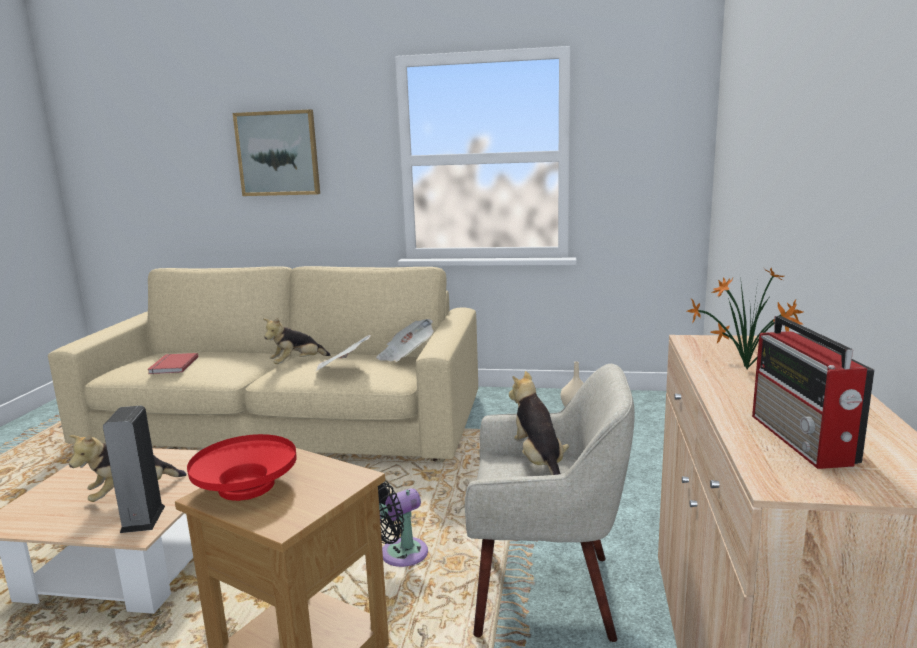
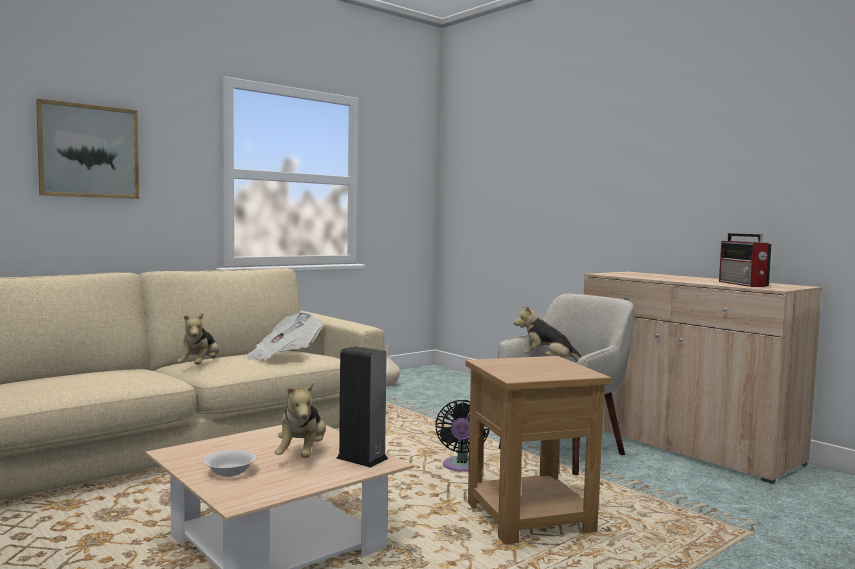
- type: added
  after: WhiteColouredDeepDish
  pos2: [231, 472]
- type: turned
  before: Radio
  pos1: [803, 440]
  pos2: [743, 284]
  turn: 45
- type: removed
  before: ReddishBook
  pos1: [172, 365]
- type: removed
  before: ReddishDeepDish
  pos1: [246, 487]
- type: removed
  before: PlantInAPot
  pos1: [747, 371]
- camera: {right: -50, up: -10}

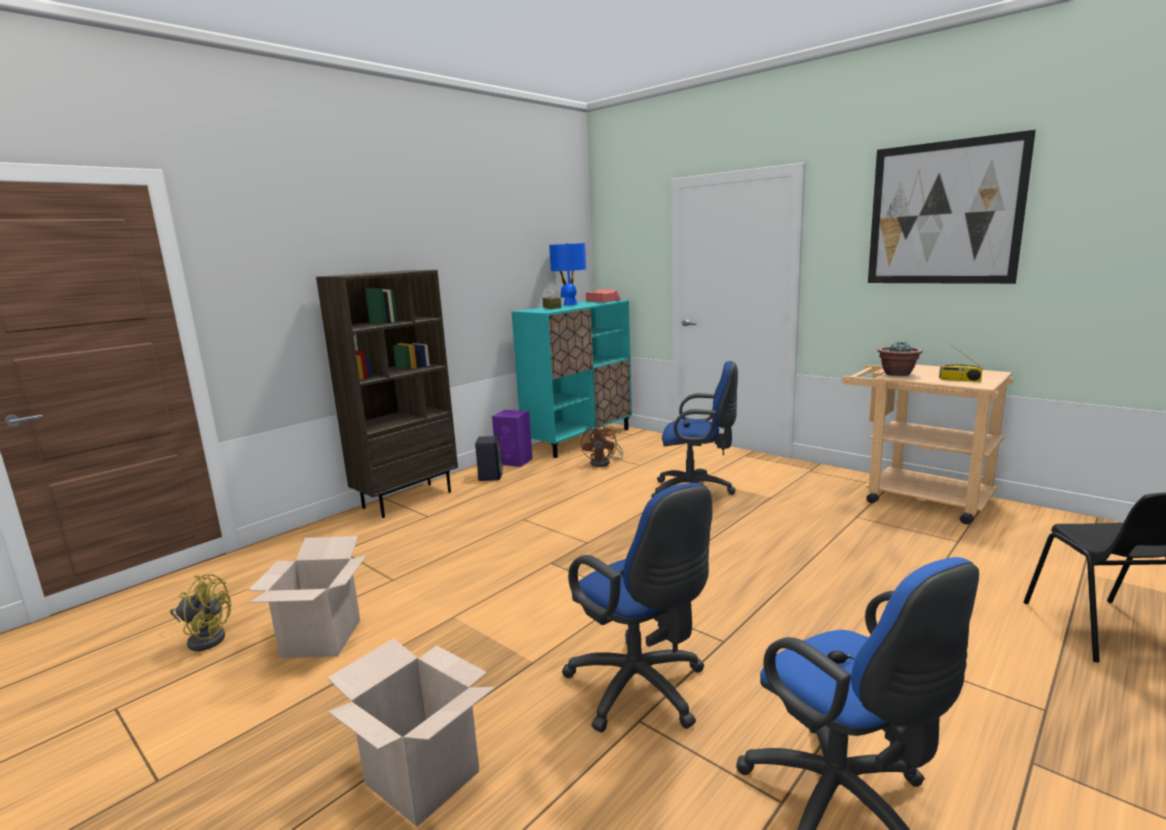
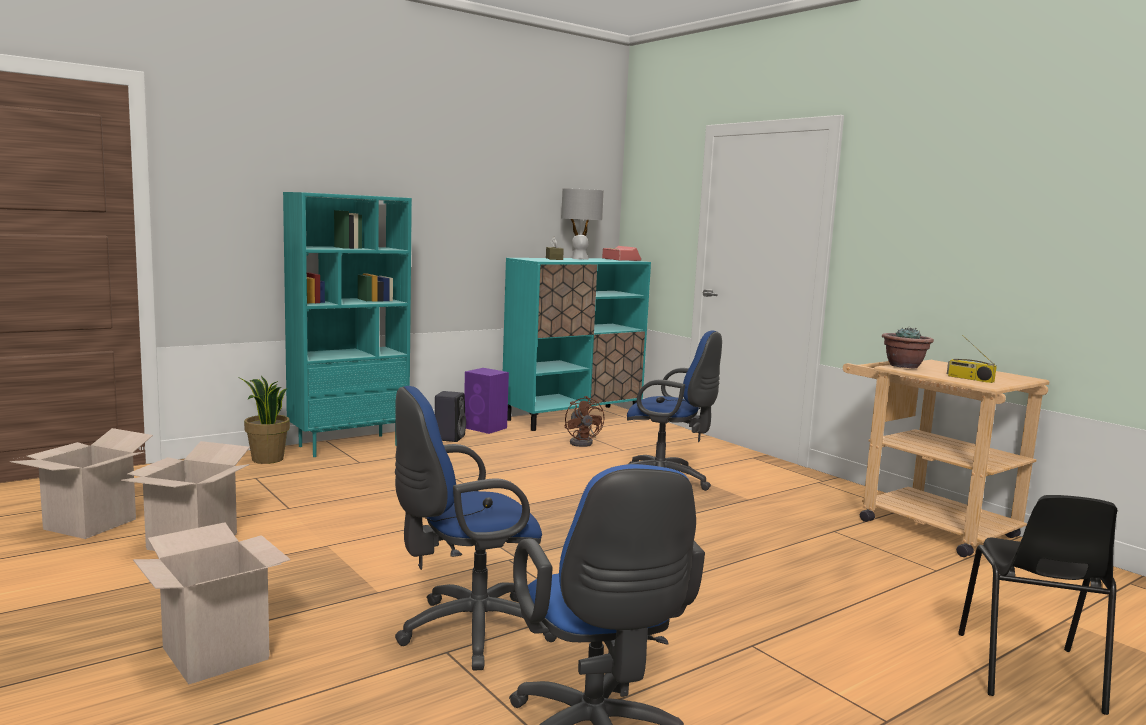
- type: replaced
  before: YellowishCoolingFan
  after: CardboardBox
  pos1: [205, 638]
  pos2: [90, 524]
- type: added
  after: PlantInAPot
  pos2: [267, 459]
- type: recoloured
  before: BrownBookshelf
  after: TurquoiseColouredBookshelf
  pos1: [407, 499]
  pos2: [349, 445]
- type: turned
  before: BlueColouredDeskChair
  pos1: [642, 691]
  pos2: [467, 631]
  turn: 90
- type: recoloured
  before: BlueColouredTabletopLamp
  after: GreyTabletopLamp
  pos1: [570, 304]
  pos2: [579, 258]
- type: turned
  before: BrownCoolingFan
  pos1: [604, 463]
  pos2: [583, 442]
  turn: -45
- type: removed
  before: WallArt
  pos1: [943, 213]
- camera: {right: 10, up: -5}

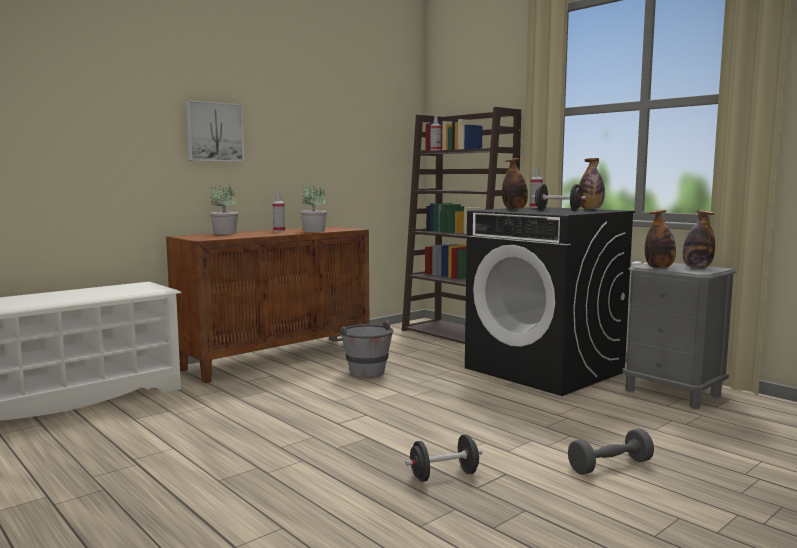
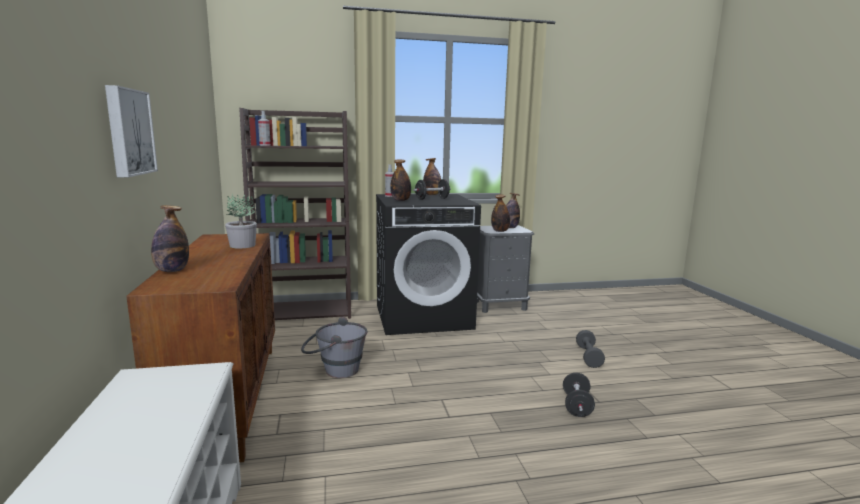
- type: replaced
  before: PlantInAPot
  after: BeverageBottle
  pos1: [225, 233]
  pos2: [172, 271]
- type: removed
  before: HandSprayer
  pos1: [279, 231]
- camera: {right: -60, up: 5}

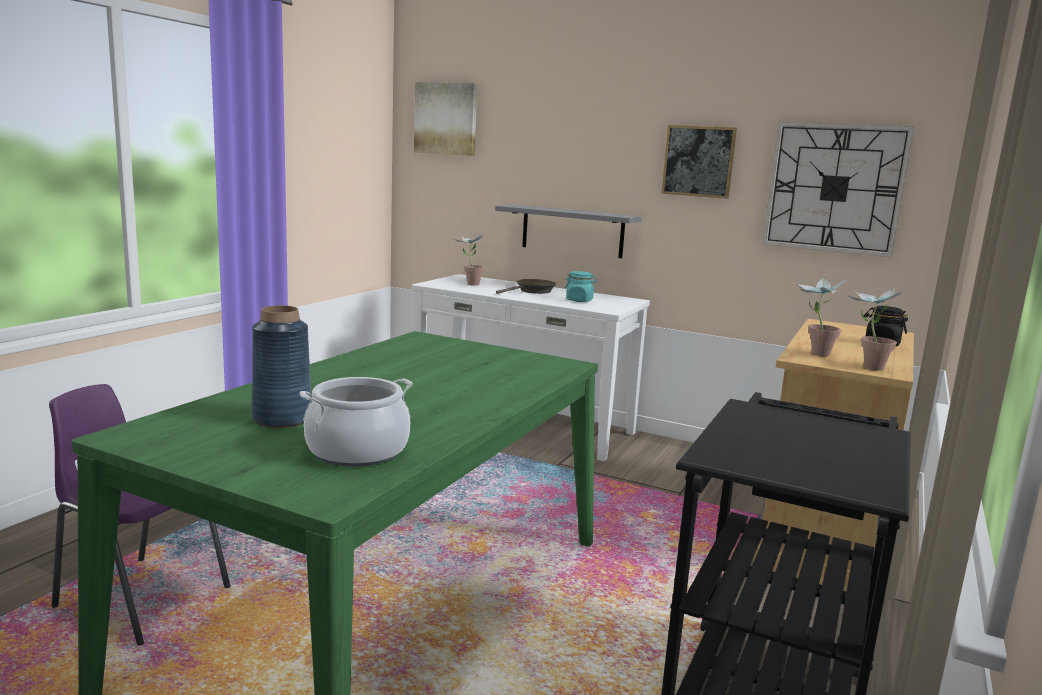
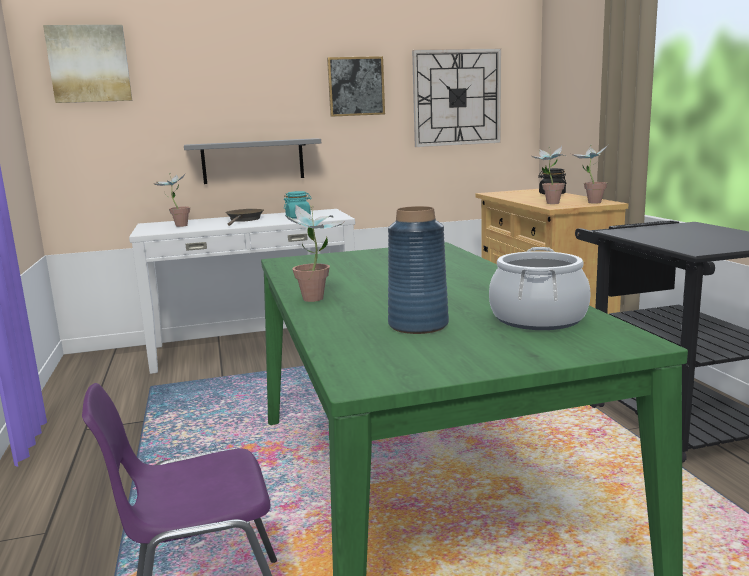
- type: added
  after: PlantInAPot
  pos2: [317, 300]
- camera: {right: -40, up: 0}

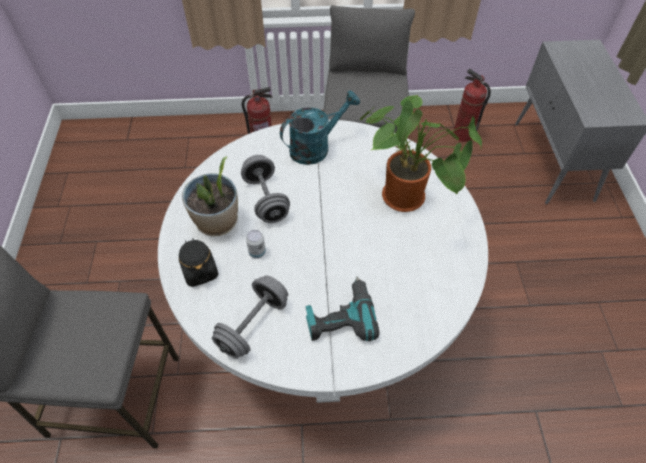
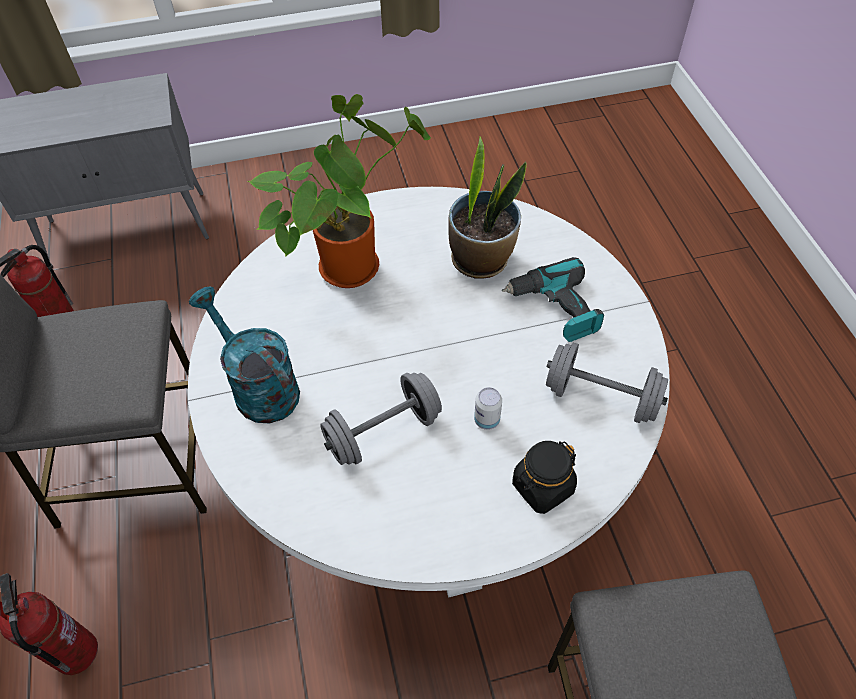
- type: moved
  before: PlantInAPot
  pos1: [217, 222]
  pos2: [481, 259]
- camera: {right: -100, up: 0}

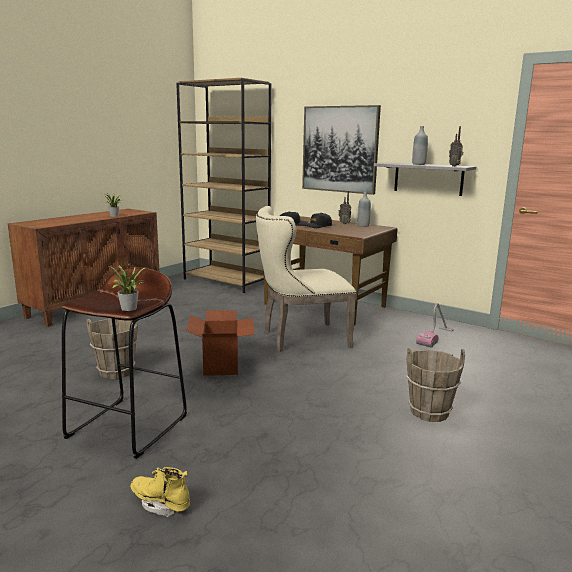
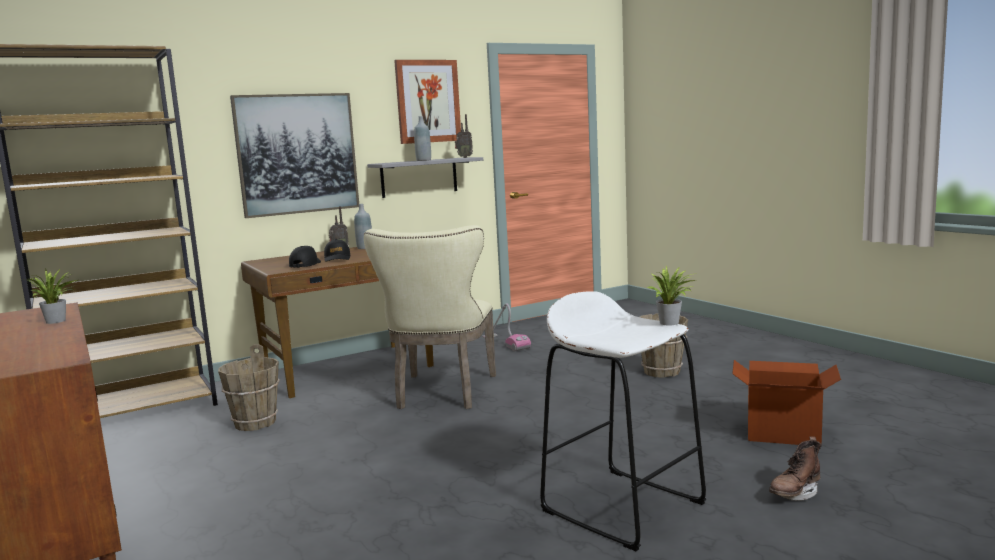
- type: moved
  before: BrownPail
  pos1: [116, 371]
  pos2: [254, 423]
- type: added
  after: WallArt
  pos2: [428, 101]
- type: recoloured
  before: BrownStoolSeat
  after: WhiteColouredStoolSeat
  pos1: [128, 426]
  pos2: [622, 506]
- type: moved
  before: CardboardBox
  pos1: [222, 365]
  pos2: [783, 433]
- type: recoloured
  before: YellowishBoot
  after: BrownBoot
  pos1: [161, 504]
  pos2: [795, 493]
- camera: {right: -65, up: -5}

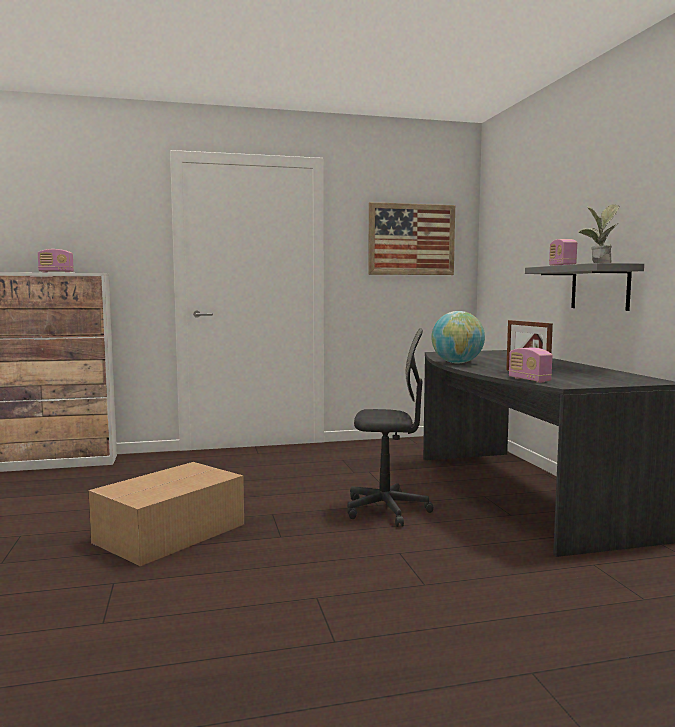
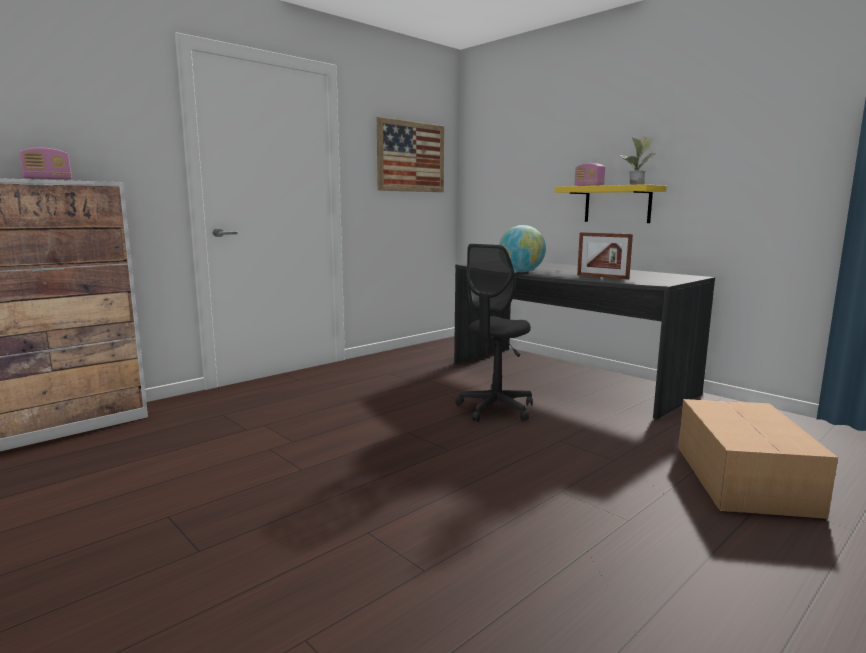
- type: turned
  before: GreyDeskChair
  pos1: [387, 510]
  pos2: [495, 409]
  turn: 150
- type: recoloured
  before: GreyBracketShelf
  after: YellowishBracketShelf
  pos1: [600, 287]
  pos2: [617, 204]
- type: moved
  before: CardboardBox
  pos1: [172, 533]
  pos2: [743, 477]
- type: removed
  before: Radio
  pos1: [529, 380]
- camera: {right: -30, up: 5}

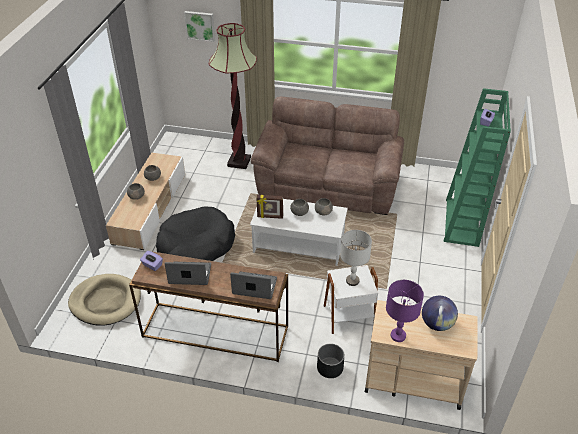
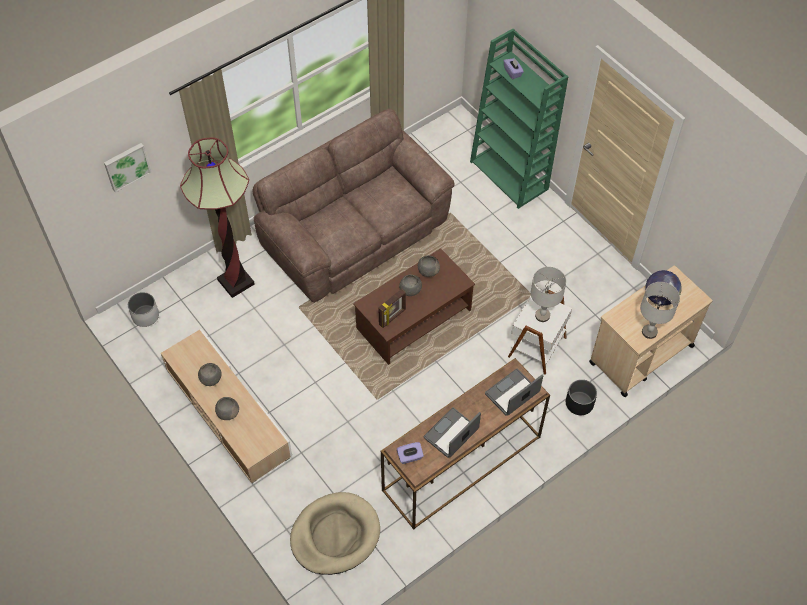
- type: added
  after: WhiteColouredPlantPot
  pos2: [145, 316]
- type: recoloured
  before: WhiteColouredLoungeTable
  after: BrownLoungeTable
  pos1: [299, 244]
  pos2: [414, 319]
- type: recoloured
  before: PurplishTabletopLamp
  after: GreyTabletopLamp
  pos1: [397, 335]
  pos2: [649, 332]
- type: removed
  before: BlackishDogBed
  pos1: [196, 245]
- camera: {right: -50, up: 15}

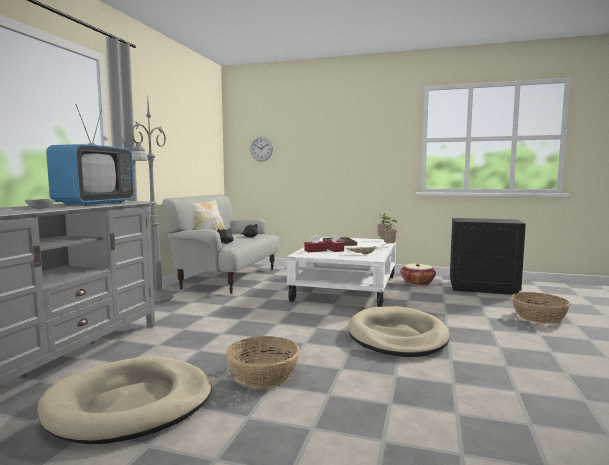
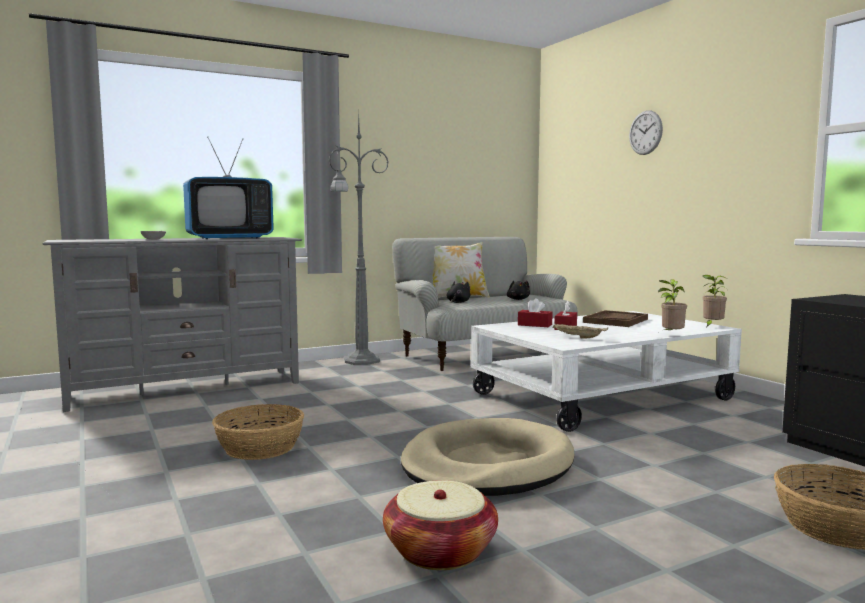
- type: moved
  before: HouseholdBasket
  pos1: [417, 282]
  pos2: [440, 551]
- type: moved
  before: WallClock
  pos1: [261, 149]
  pos2: [645, 132]
- type: removed
  before: BeigeColouredDogBed
  pos1: [130, 404]
- camera: {right: 45, up: 0}

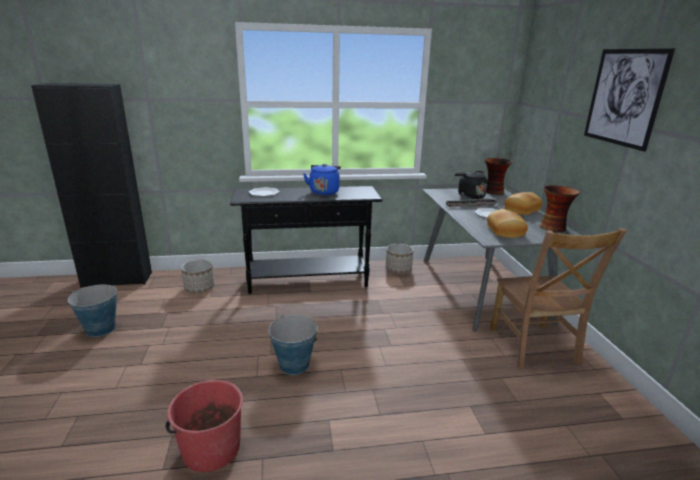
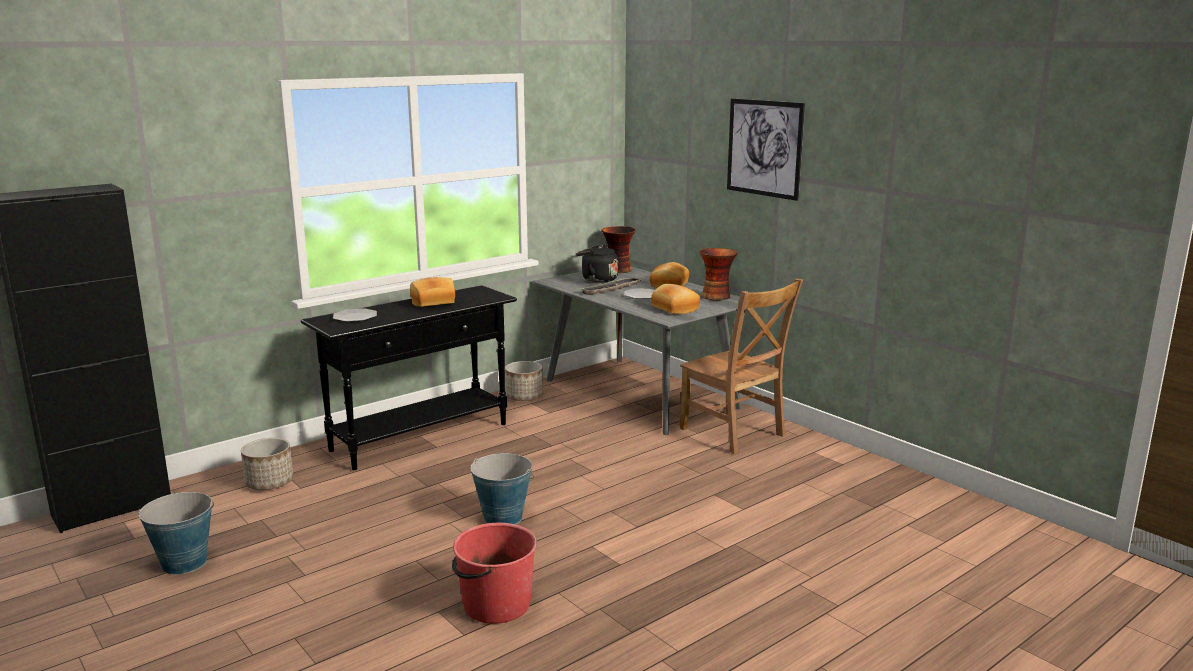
- type: replaced
  before: BlueColouredKettle
  after: Bread
  pos1: [324, 191]
  pos2: [432, 302]
- camera: {right: -30, up: -5}

